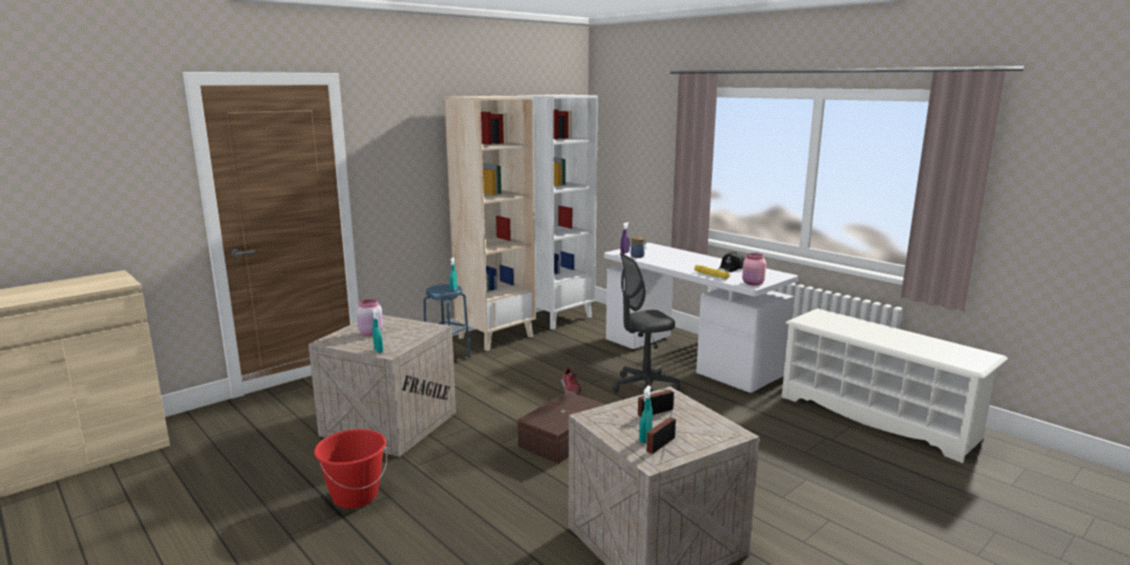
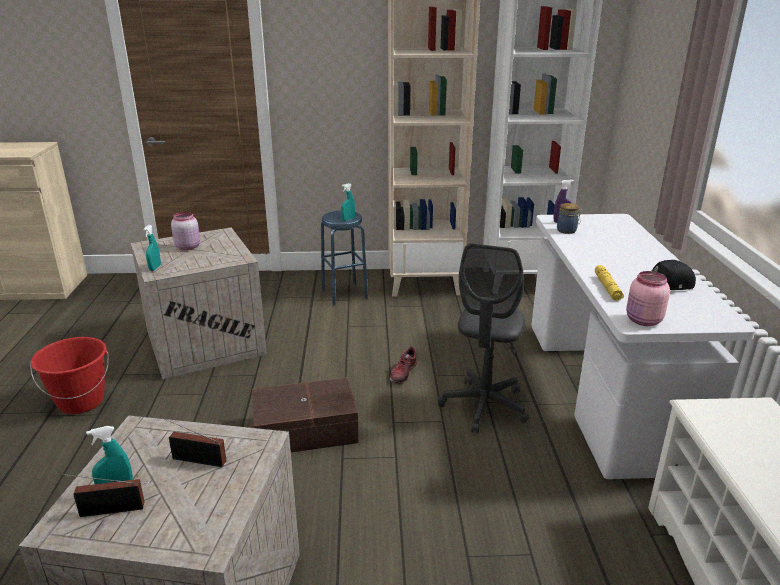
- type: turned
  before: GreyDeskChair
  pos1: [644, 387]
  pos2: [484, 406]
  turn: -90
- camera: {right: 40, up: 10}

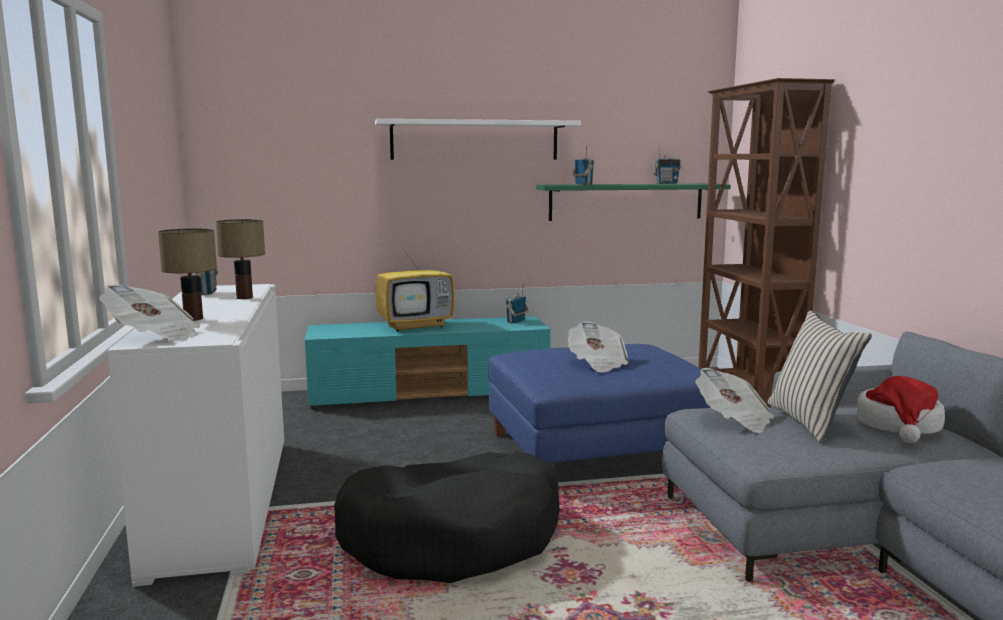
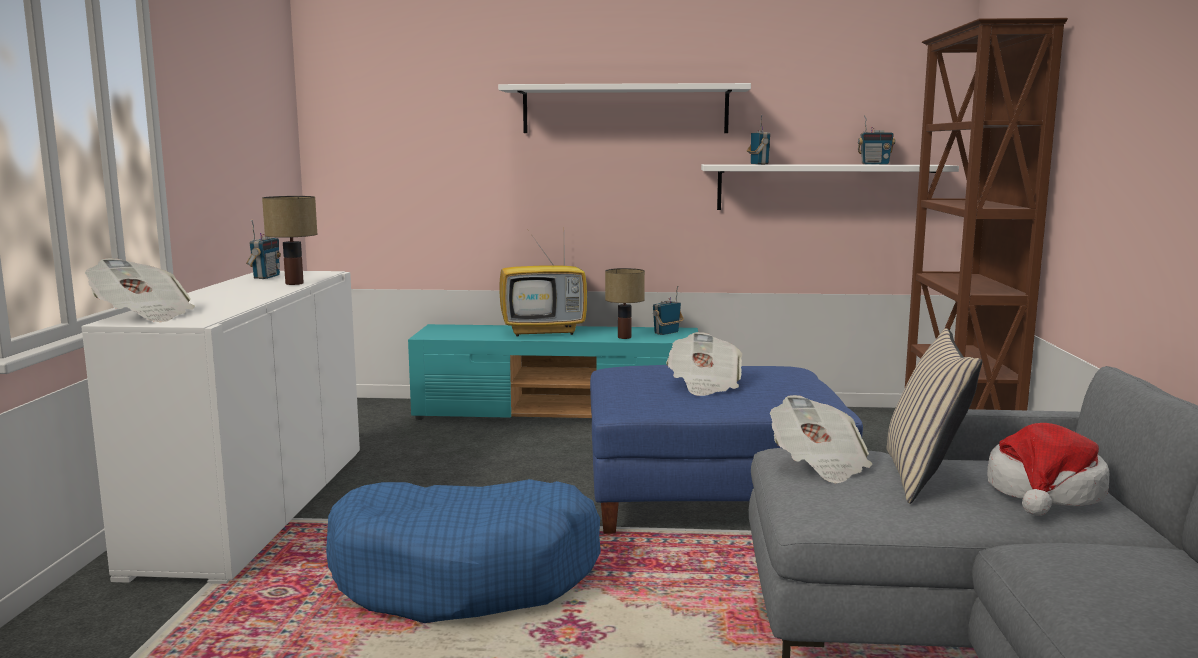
- type: recoloured
  before: BlackishDogBed
  after: BlueColouredDogBed
  pos1: [453, 538]
  pos2: [465, 575]
- type: moved
  before: TabletopLamp
  pos1: [193, 319]
  pos2: [624, 337]
- type: recoloured
  before: GreenBracketShelf
  after: WhiteColouredBracketShelf
  pos1: [626, 201]
  pos2: [820, 187]
- camera: {right: 15, up: 0}

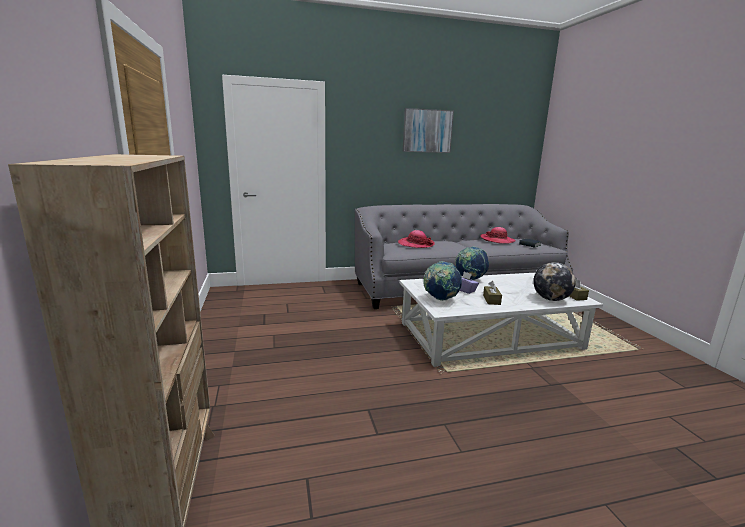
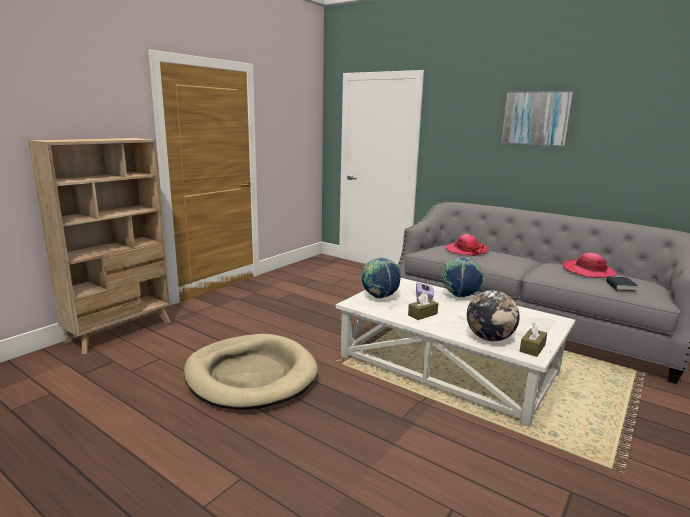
- type: added
  after: BeigeColouredDogBed
  pos2: [251, 375]
- camera: {right: 50, up: 0}

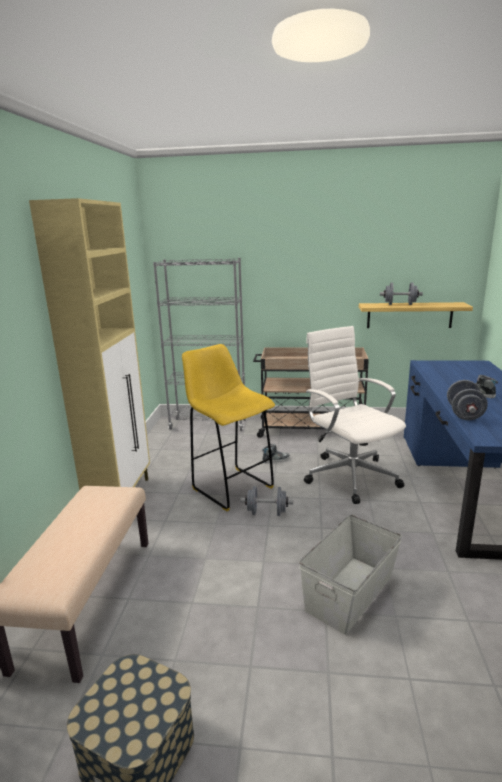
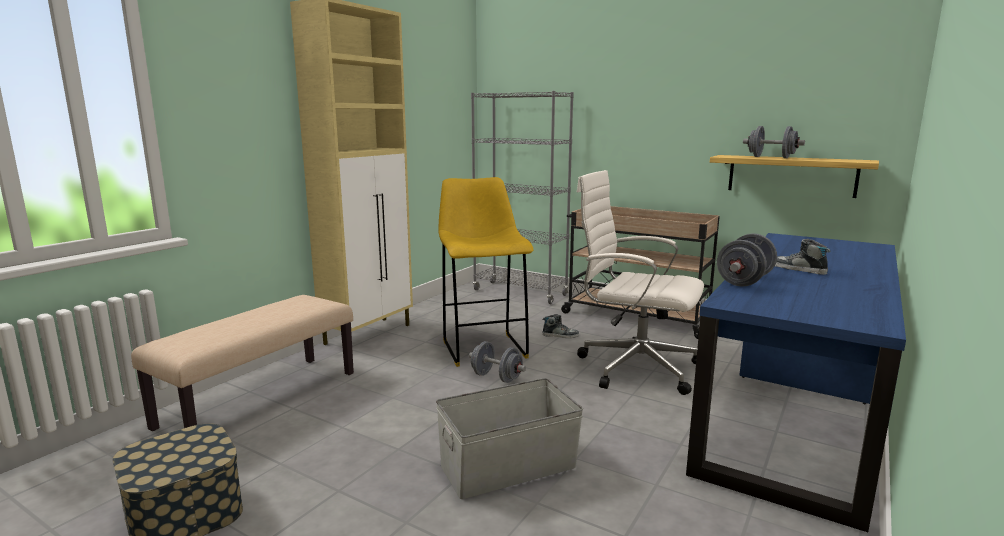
- type: turned
  before: WhiteColouredDeskChair
  pos1: [350, 475]
  pos2: [634, 367]
  turn: -60
- camera: {right: 25, up: -5}

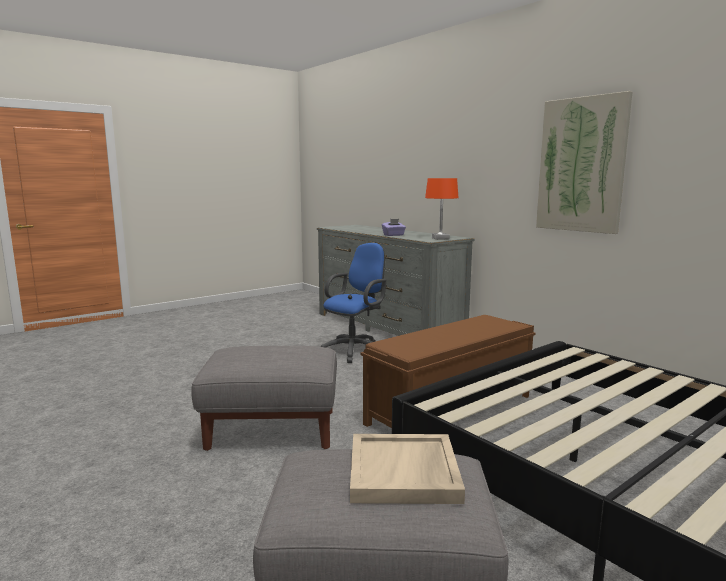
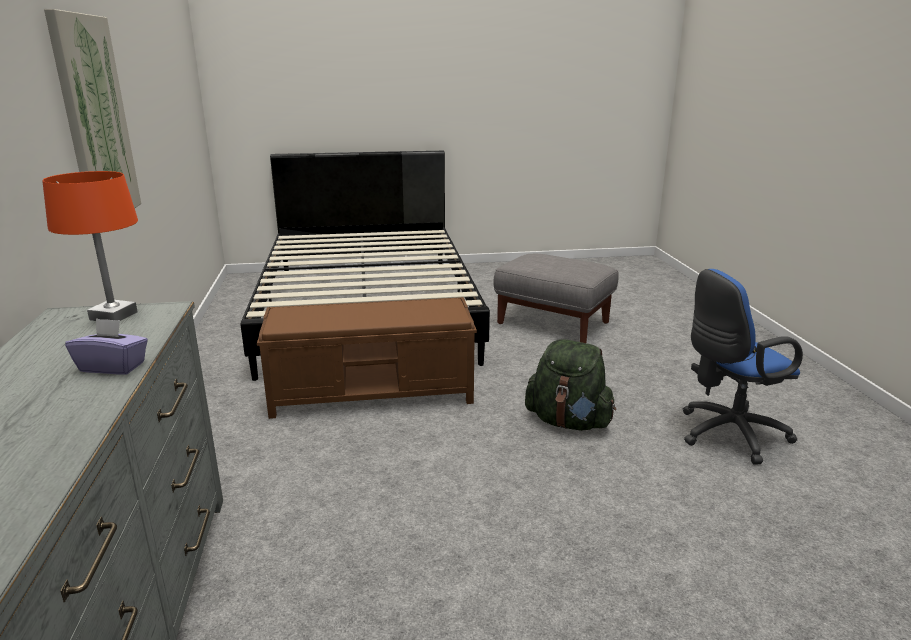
- type: replaced
  before: GreyOttoman
  after: GreenRucksack
  pos1: [271, 431]
  pos2: [568, 422]
- type: moved
  before: BlueColouredDeskChair
  pos1: [355, 350]
  pos2: [726, 435]
- type: removed
  before: BeigeColouredCarryingTray
  pos1: [404, 472]
- camera: {right: -150, up: 10}

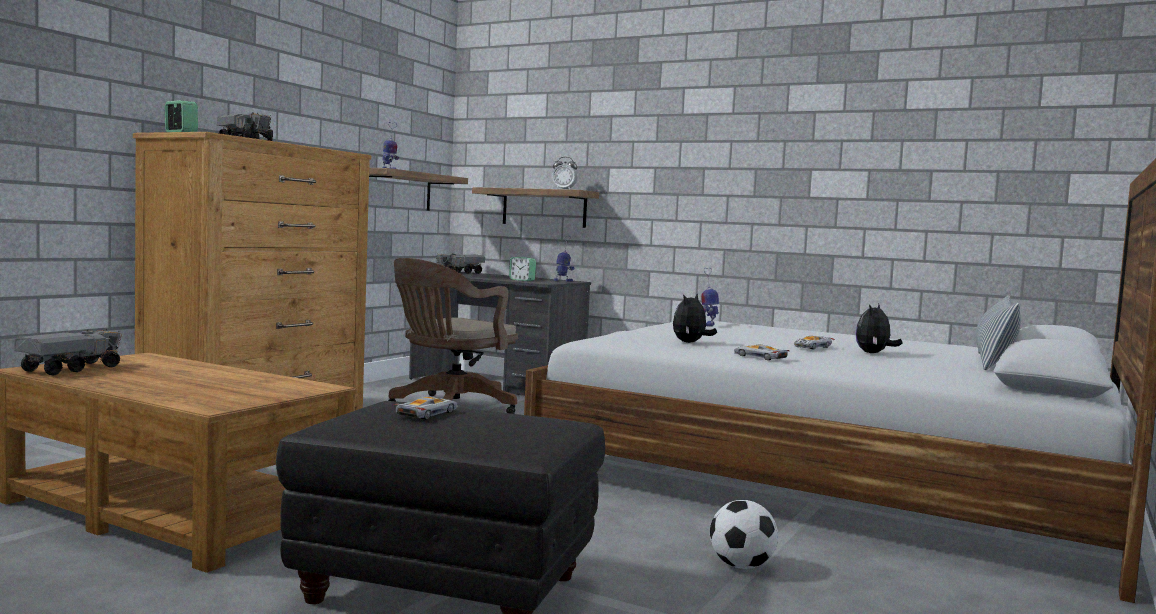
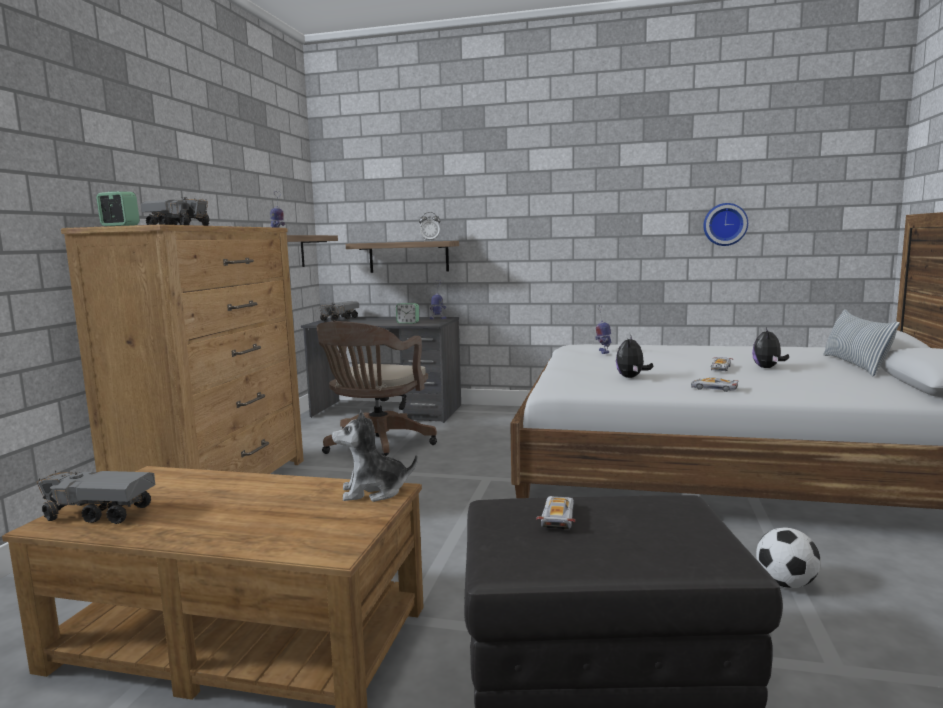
- type: turned
  before: ModelTruck
  pos1: [71, 369]
  pos2: [98, 513]
  turn: -90
- type: added
  after: SoftToy
  pos2: [374, 491]
- type: added
  after: WallClock
  pos2: [725, 224]
- camera: {right: -15, up: 5}

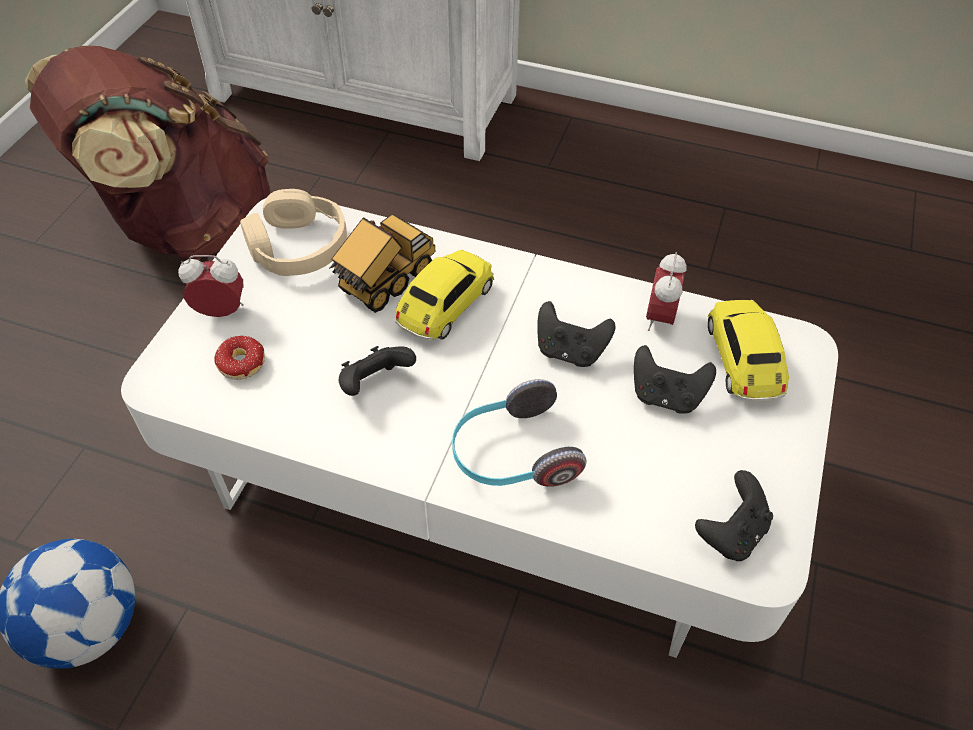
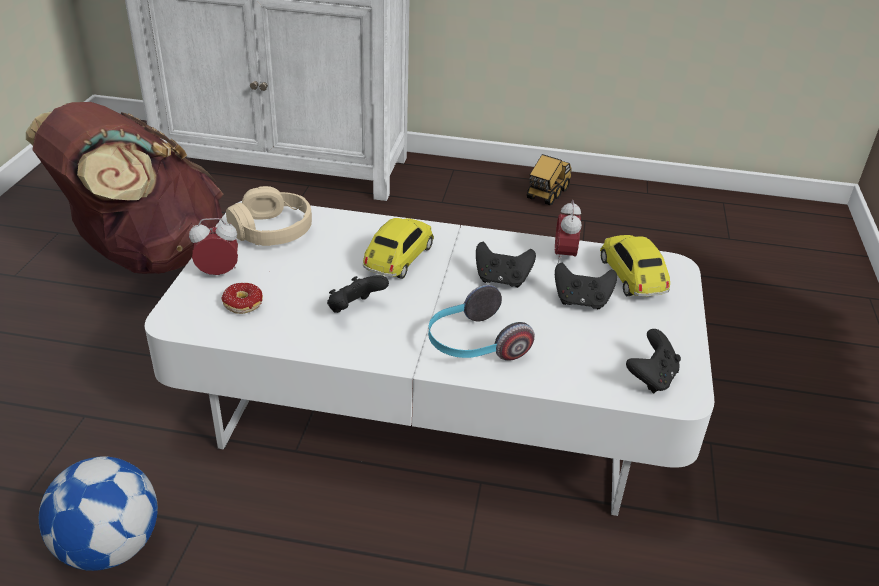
- type: moved
  before: ModelTruck
  pos1: [385, 283]
  pos2: [547, 194]
- camera: {right: -10, up: -15}

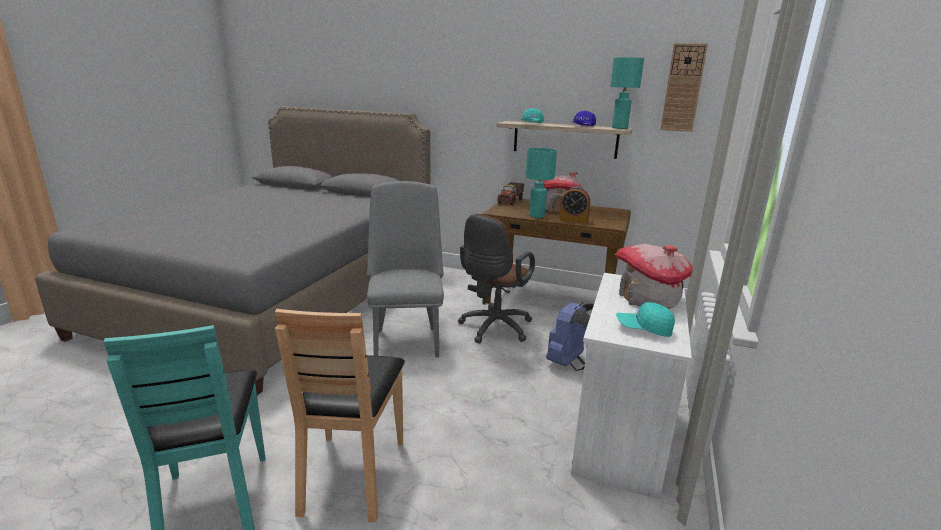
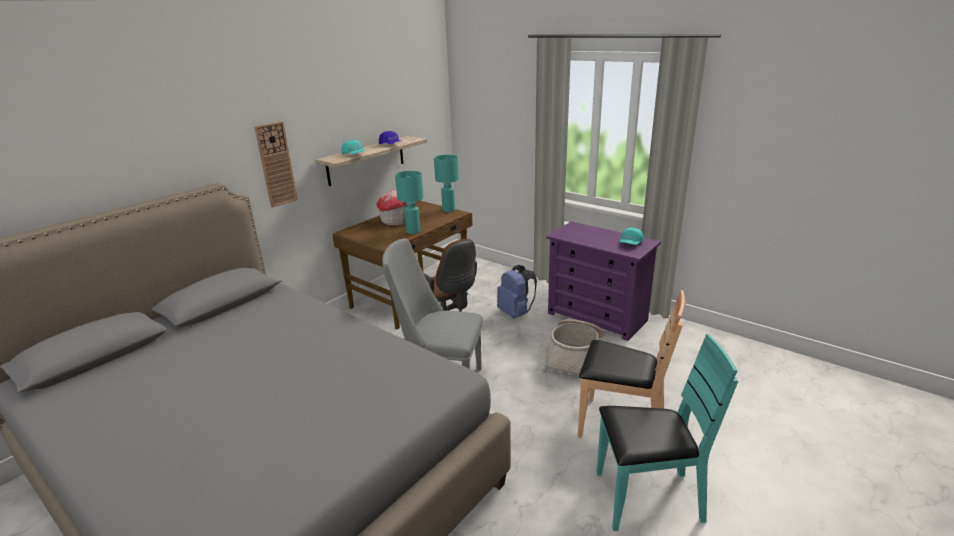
- type: moved
  before: WallClock
  pos1: [683, 88]
  pos2: [276, 164]
- type: moved
  before: TurquoiseColouredTabletopLamp
  pos1: [619, 128]
  pos2: [448, 210]
- type: added
  after: HouseholdBasket
  pos2: [575, 358]
- type: recoloured
  before: WhiteColouredChestOfDrawers
  after: PurplishChestOfDrawers
  pos1: [619, 436]
  pos2: [597, 317]
- type: removed
  before: ModelTruck
  pos1: [511, 201]
- type: removed
  before: BedsideClock
  pos1: [573, 220]
- type: removed
  before: ToyHouse
  pos1: [648, 299]
- camera: {right: -70, up: 5}

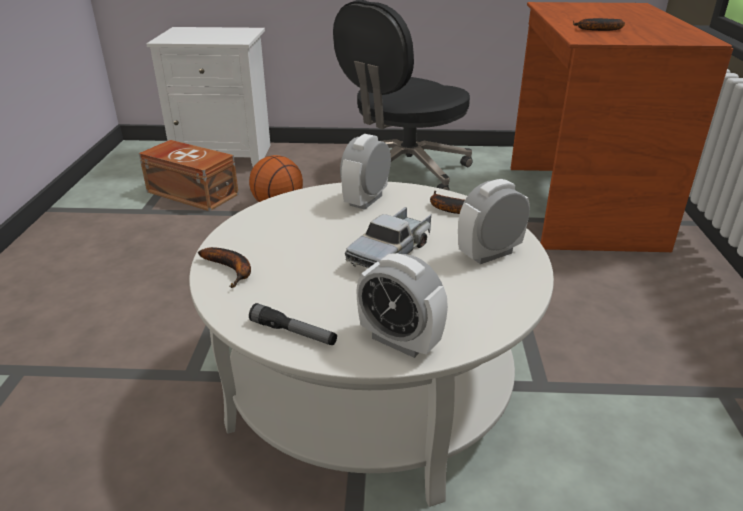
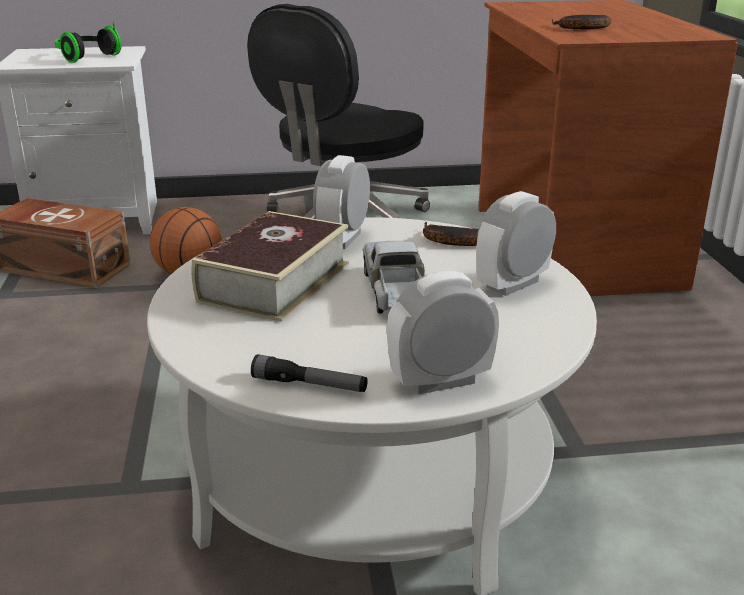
- type: added
  after: PairOfHeadphones
  pos2: [85, 57]
- type: added
  after: Book
  pos2: [275, 282]
- type: turned
  before: ModelTruck
  pos1: [392, 252]
  pos2: [396, 292]
  turn: 150
- type: turned
  before: BedsideClock
  pos1: [399, 341]
  pos2: [440, 381]
  turn: 135
- type: removed
  before: WholeBanana
  pos1: [231, 270]
- camera: {right: -10, up: -5}

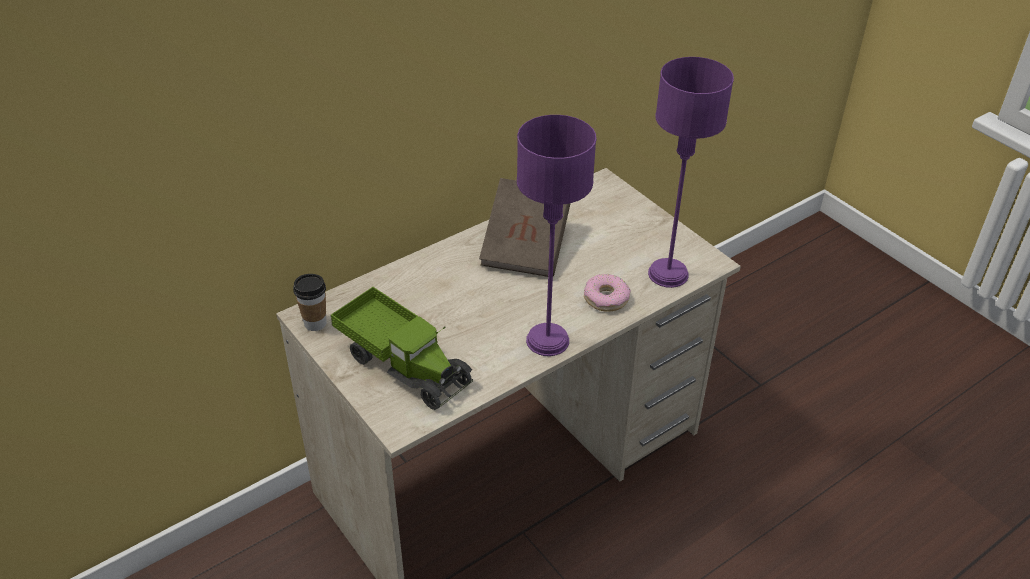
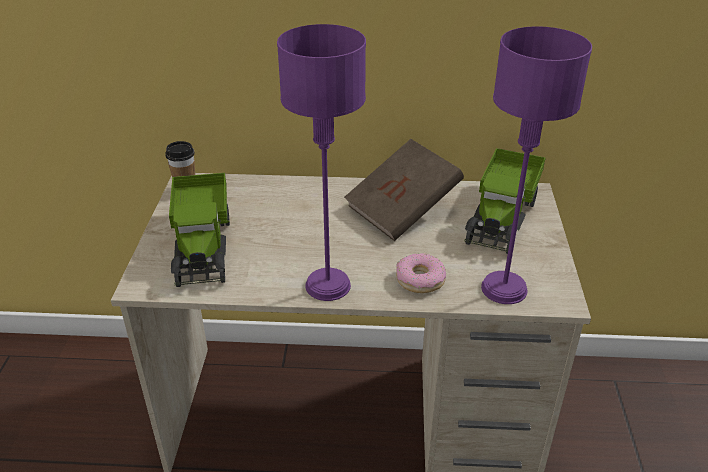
- type: added
  after: ModelTruck
  pos2: [502, 216]
- camera: {right: 40, up: -5}

